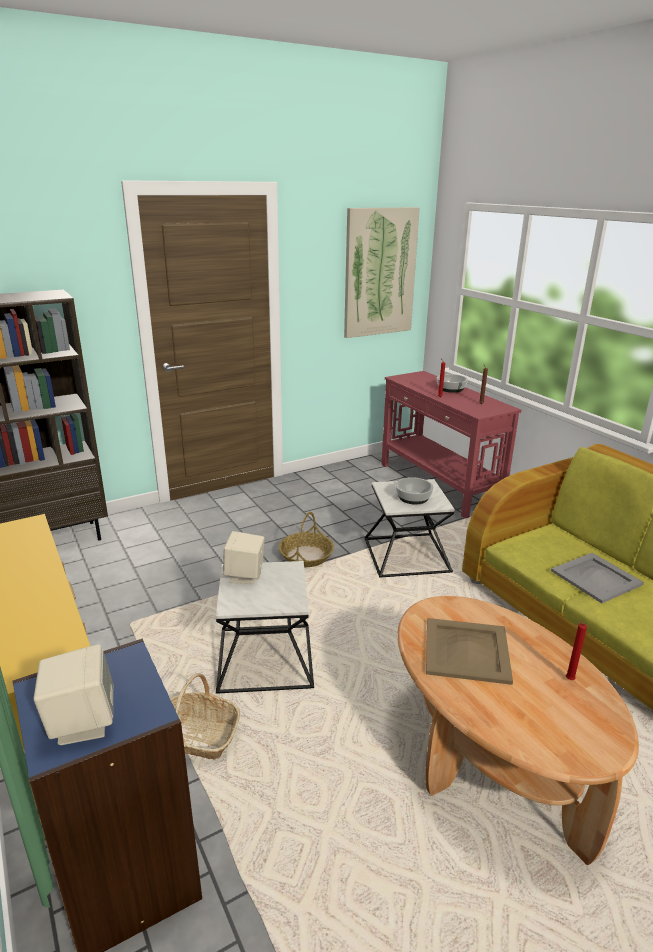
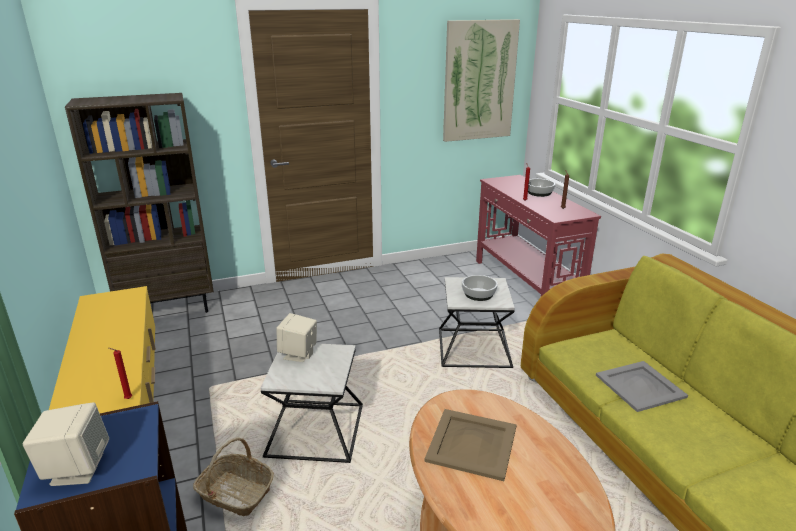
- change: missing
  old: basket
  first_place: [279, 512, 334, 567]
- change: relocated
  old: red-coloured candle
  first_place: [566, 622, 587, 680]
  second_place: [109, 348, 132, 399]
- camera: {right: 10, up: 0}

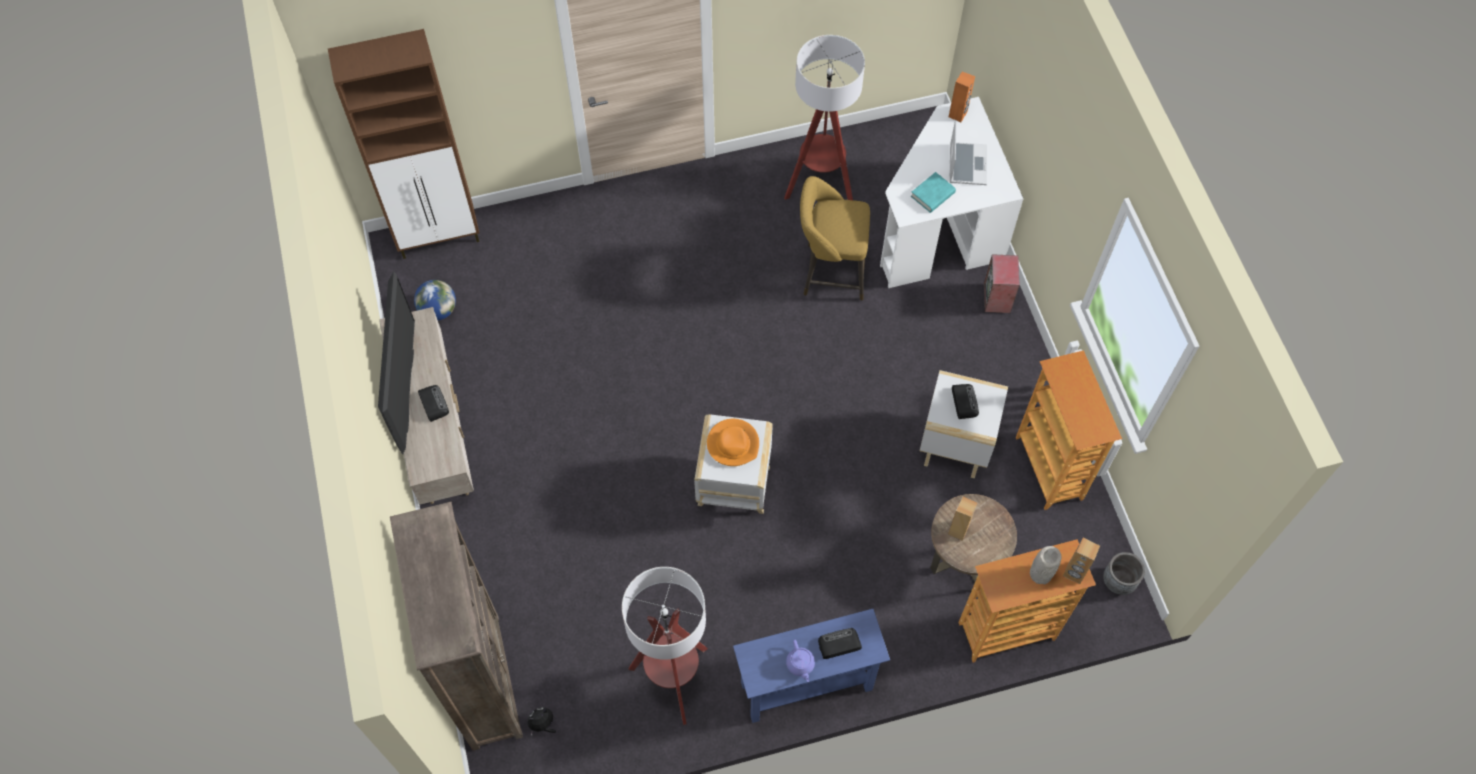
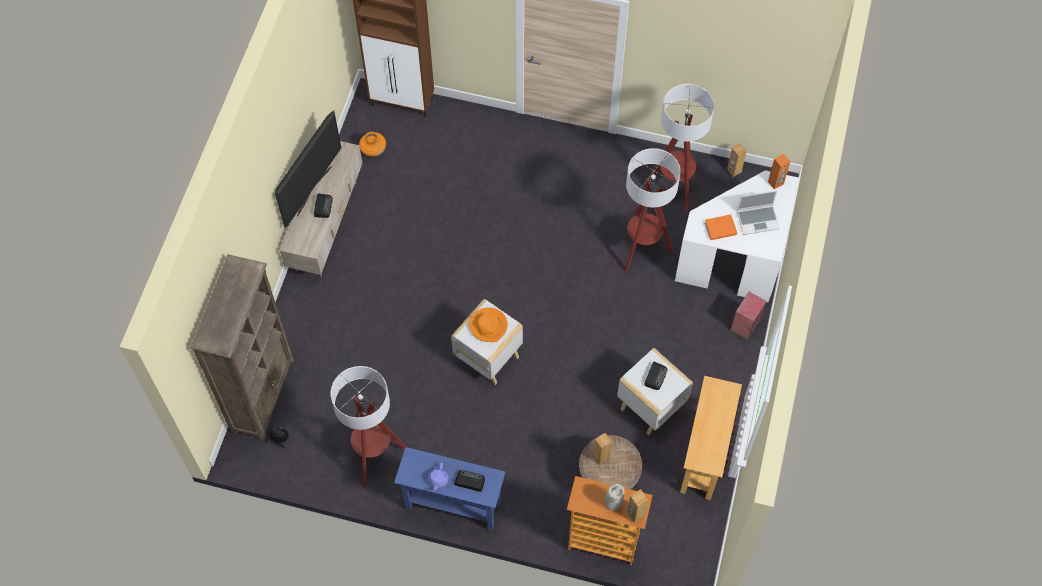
- change: spun
  old: notebook computer
  first_place: [949, 120, 987, 185]
  second_place: [737, 190, 780, 235]
  degrees: 45
- change: colour
  old: blue-green book
  new: orangey book
  first_place: [911, 172, 956, 213]
  second_place: [705, 214, 737, 240]
- change: exchanged
  old: yellow sitting stool
  new: floor lamp
  first_place: [800, 176, 870, 300]
  second_place: [624, 148, 681, 273]
- change: exchanged
  old: desk globe
  new: orangey flower vase
  first_place: [414, 280, 456, 320]
  second_place: [359, 132, 386, 157]
- change: exchanged
  old: shelving unit
  new: beige hall table
  first_place: [1016, 350, 1122, 510]
  second_place: [680, 376, 742, 500]
- change: missing
  old: greyish flower pot
  first_place: [1103, 552, 1145, 595]
- change: appeared
  new: brownish audio speaker
  second_place: [727, 143, 747, 177]
- camera: {right: 30, up: 0}

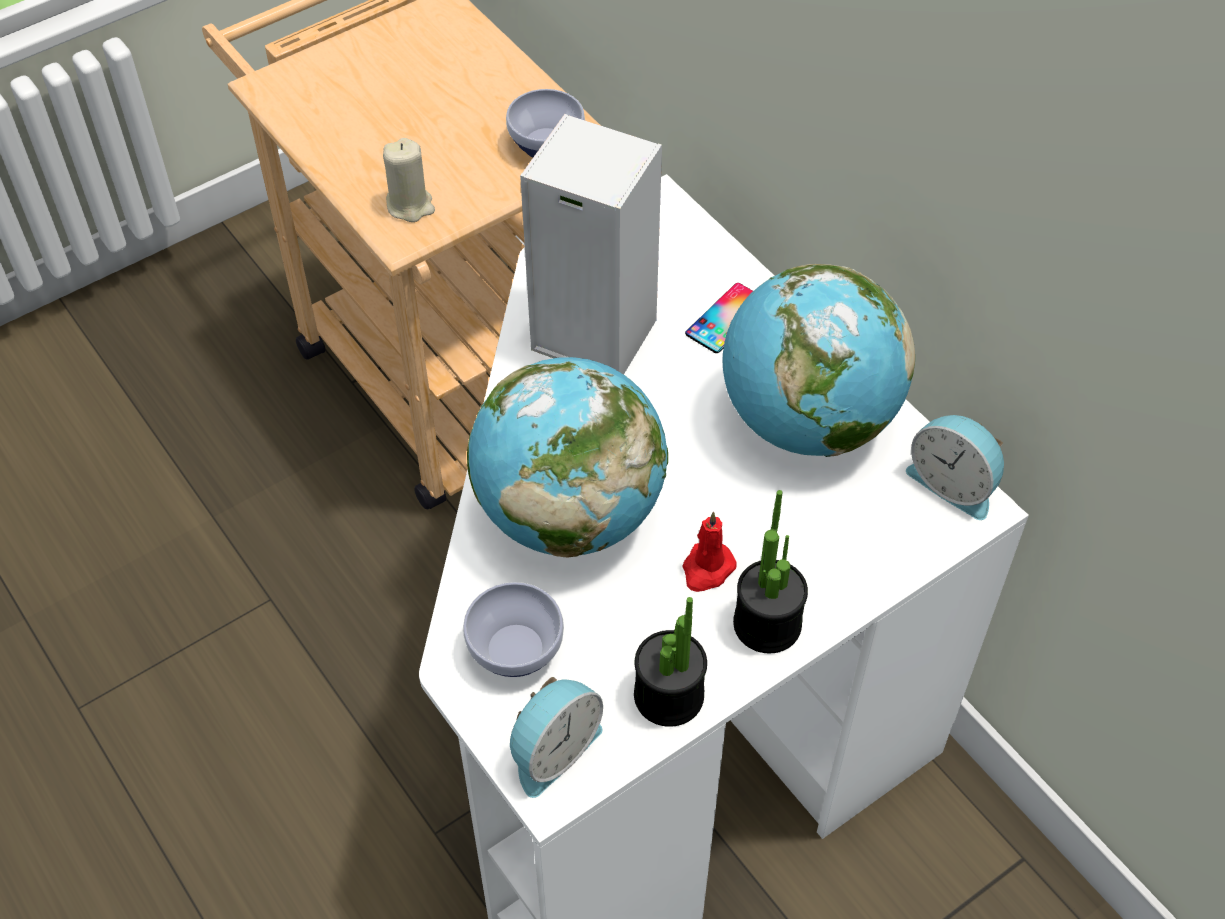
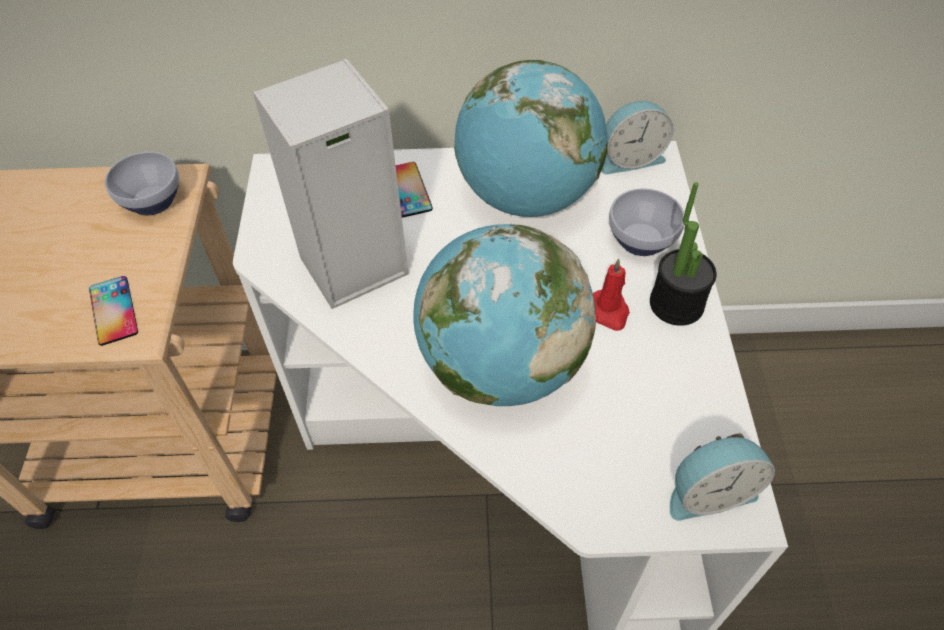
- change: exchanged
  old: beige candle
  new: phone
  first_place: [383, 138, 435, 222]
  second_place: [89, 276, 138, 346]
- change: relocated
  old: deep dish
  first_place: [463, 582, 564, 677]
  second_place: [609, 188, 685, 256]
- change: missing
  old: houseplant
  first_place: [634, 597, 707, 727]
- change: spun
  old: bedside clock
  first_place: [510, 677, 603, 798]
  second_place: [670, 433, 775, 521]
  degrees: 90
- camera: {right: -55, up: 0}

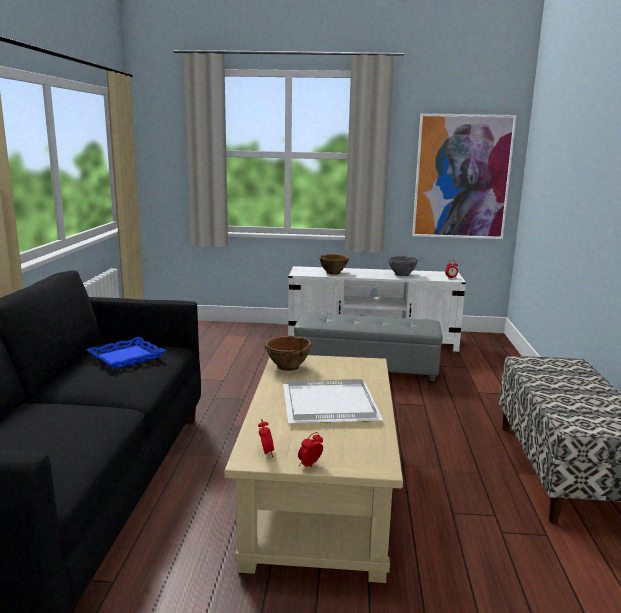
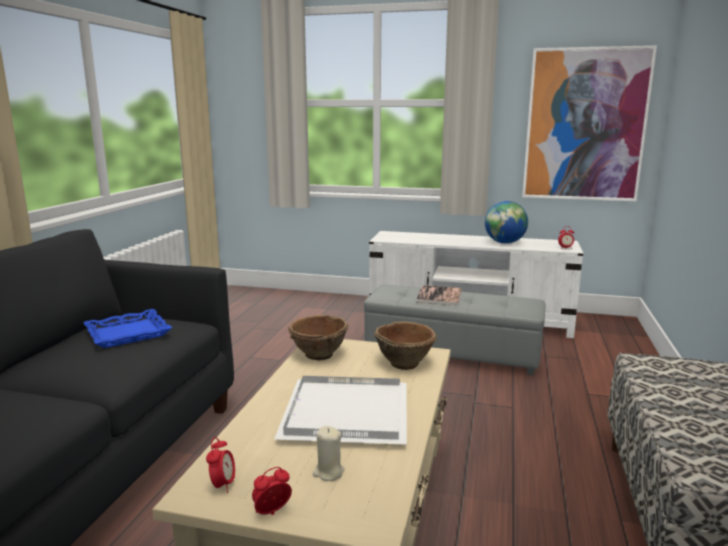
- change: relocated
  old: brownish deep dish
  first_place: [319, 254, 349, 275]
  second_place: [374, 321, 437, 370]
- change: exchanged
  old: greyish deep dish
  new: desk globe
  first_place: [388, 256, 419, 276]
  second_place: [485, 201, 528, 244]
- change: appeared
  new: book
  second_place: [416, 285, 461, 306]
- change: appeared
  new: beige candle
  second_place: [313, 426, 345, 481]
- camera: {right: 10, up: 0}

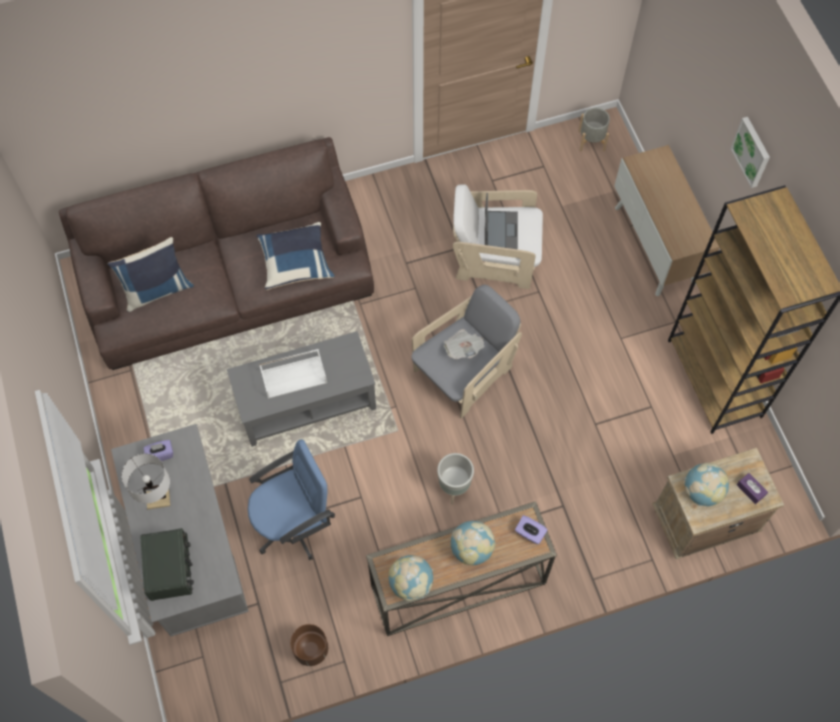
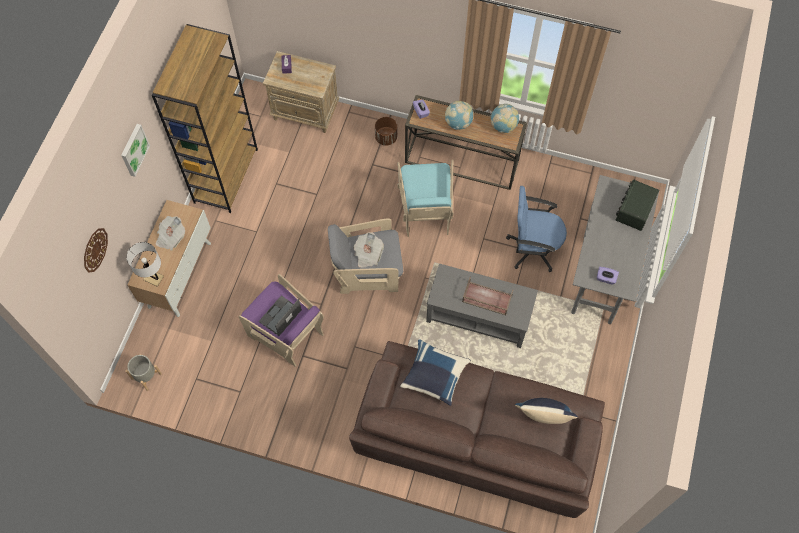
- change: colour
  old: white-coloured lounge chair
  new: purple-coloured lounge chair
  first_place: [453, 184, 543, 289]
  second_place: [239, 274, 324, 367]
- change: colour
  old: white-coloured tray
  new: brownish tray
  first_place: [259, 349, 327, 399]
  second_place: [462, 277, 513, 315]
- change: relocated
  old: white-coloured table lamp
  first_place: [121, 453, 170, 509]
  second_place: [126, 242, 164, 287]
- change: exchanged
  old: greyish flower pot
  new: blue-green lounge chair
  first_place: [437, 453, 474, 505]
  second_place: [398, 159, 454, 237]
- change: missing
  old: desk globe
  first_place: [684, 463, 729, 506]
- change: relocated
  old: brownish flower pot
  first_place: [290, 624, 328, 666]
  second_place: [375, 117, 397, 146]
- change: appeared
  new: daily paper
  second_place: [156, 216, 185, 251]
- change: appeared
  new: wall clock
  second_place: [84, 228, 108, 273]
- camera: {right: -145, up: 0}

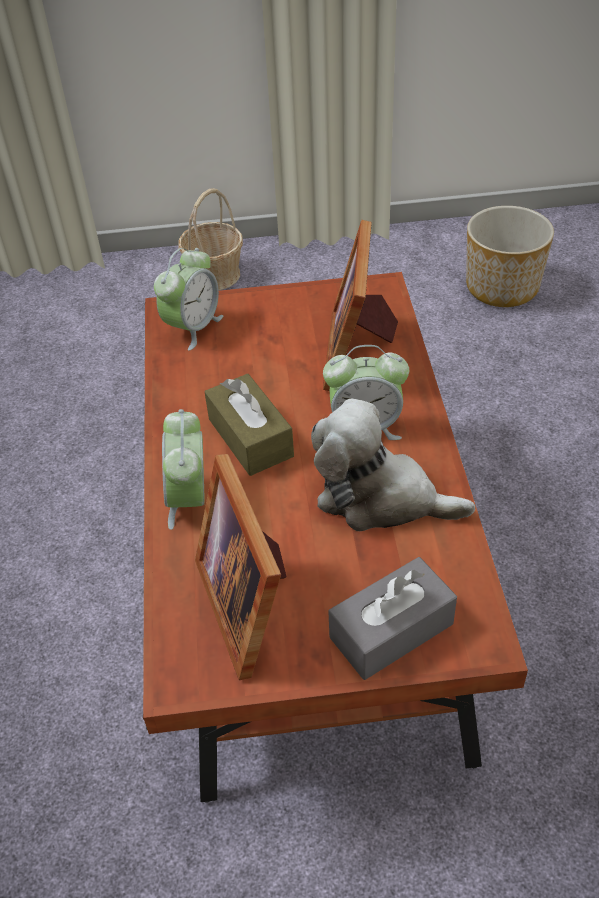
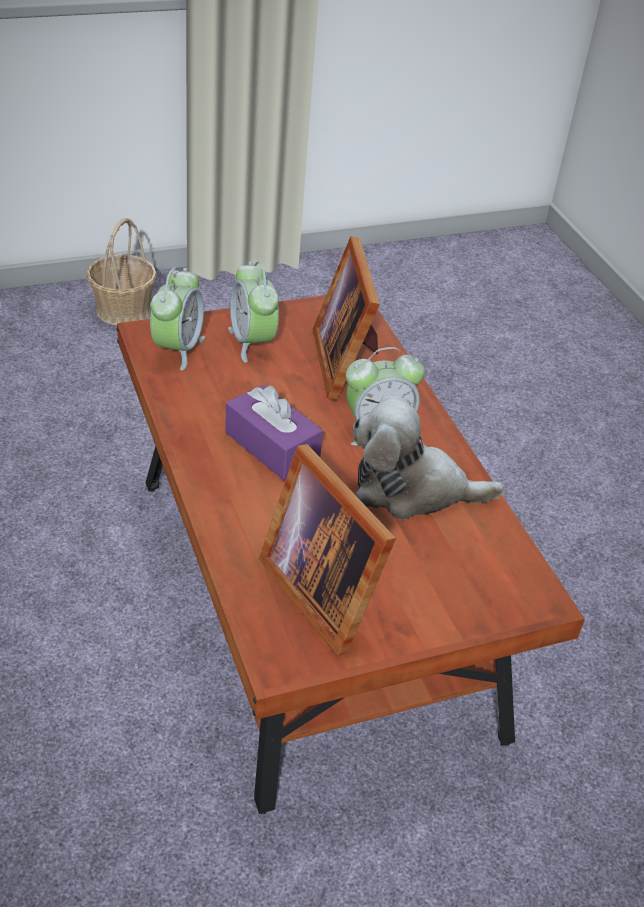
- change: missing
  old: flower pot
  first_place: [466, 206, 554, 307]
- change: colour
  old: brownish tissue holder
  new: purple-coloured tissue holder
  first_place: [205, 374, 294, 476]
  second_place: [225, 385, 323, 480]
- change: relocated
  old: bedside clock
  first_place: [162, 409, 205, 530]
  second_place: [228, 262, 279, 363]
- change: missing
  old: greyish tissue holder
  first_place: [328, 557, 457, 680]
- camera: {right: -20, up: -5}

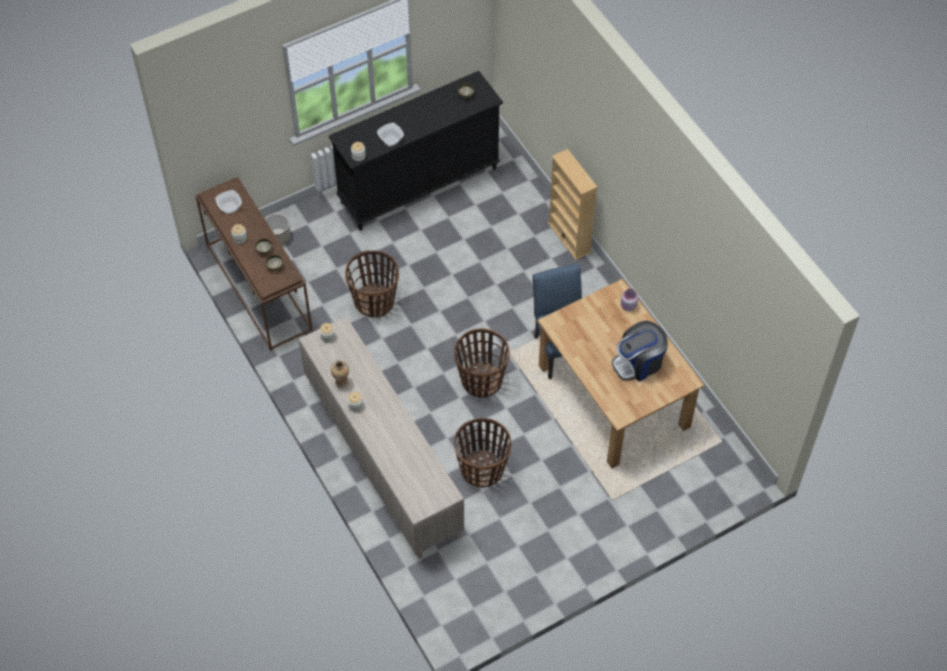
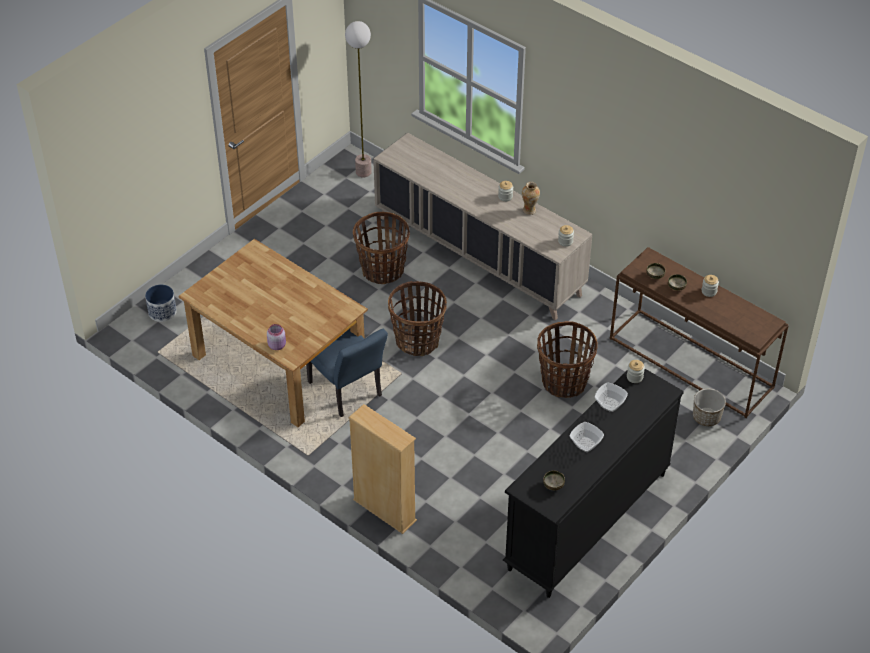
- change: relocated
  old: deep dish
  first_place: [216, 190, 242, 214]
  second_place: [570, 422, 604, 452]
- change: missing
  old: coffee brewer
  first_place: [611, 321, 668, 382]
- change: appeared
  new: floor lamp
  second_place: [345, 21, 372, 177]
- change: appeared
  new: flower pot
  second_place: [145, 284, 177, 322]
- camera: {right: 160, up: -10}

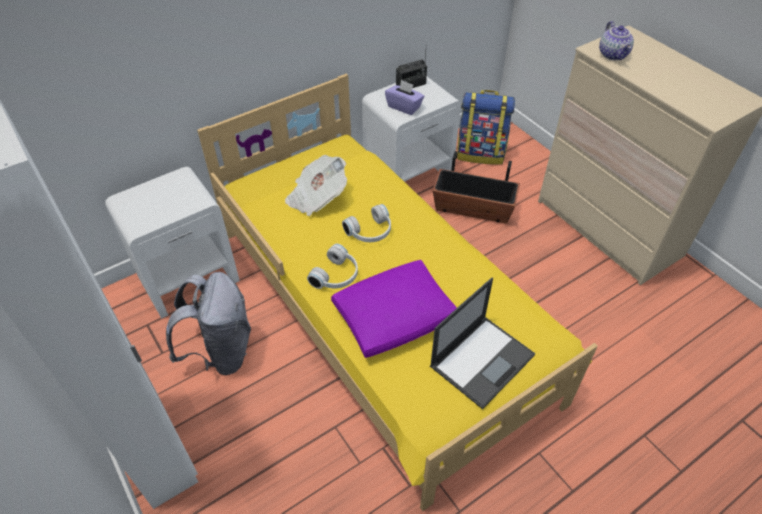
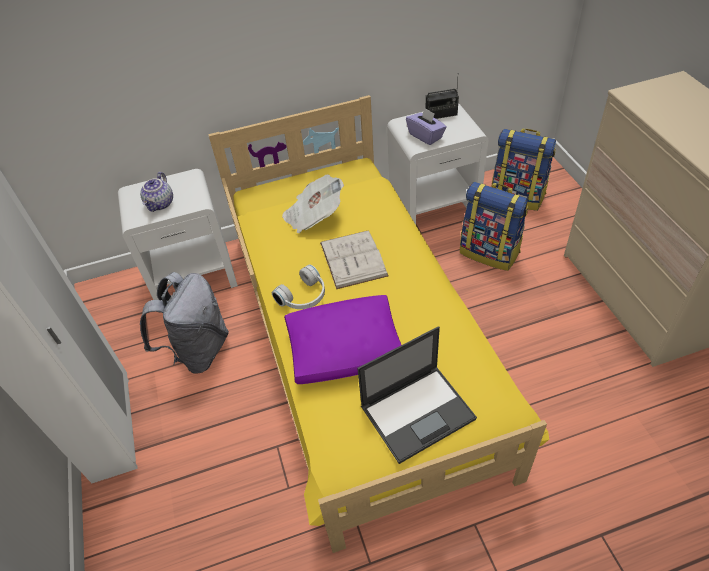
- change: relocated
  old: tea pot
  first_place: [599, 21, 634, 60]
  second_place: [140, 172, 173, 212]
- change: exchanged
  old: flower pot
  new: backpack
  first_place: [433, 151, 520, 223]
  second_place: [460, 182, 528, 271]
- change: exchanged
  old: white-coloured headphones
  new: white-coloured book
  first_place: [342, 204, 391, 242]
  second_place: [320, 230, 388, 289]
- camera: {right: 20, up: 0}

